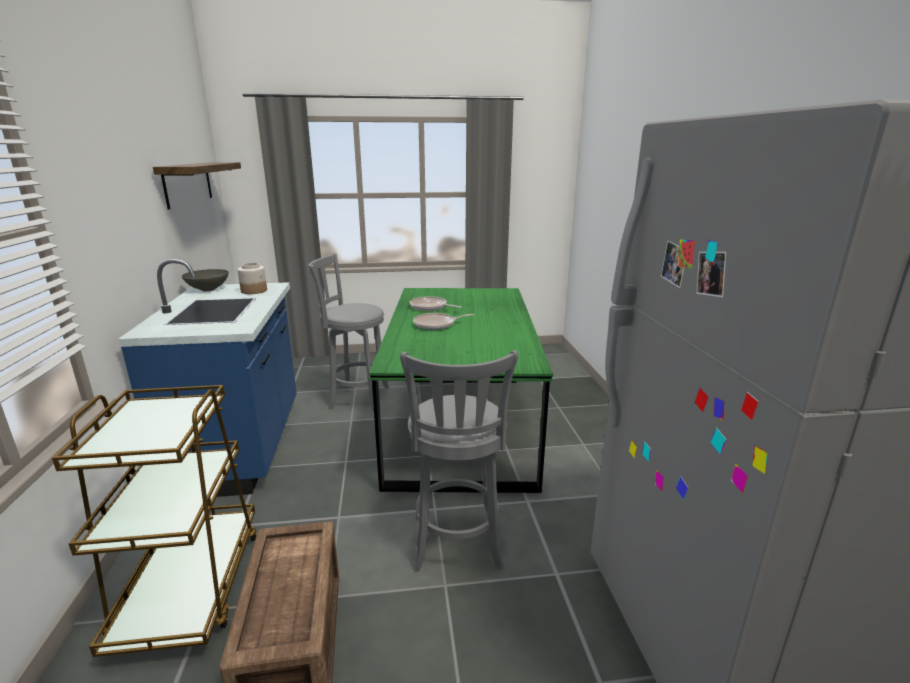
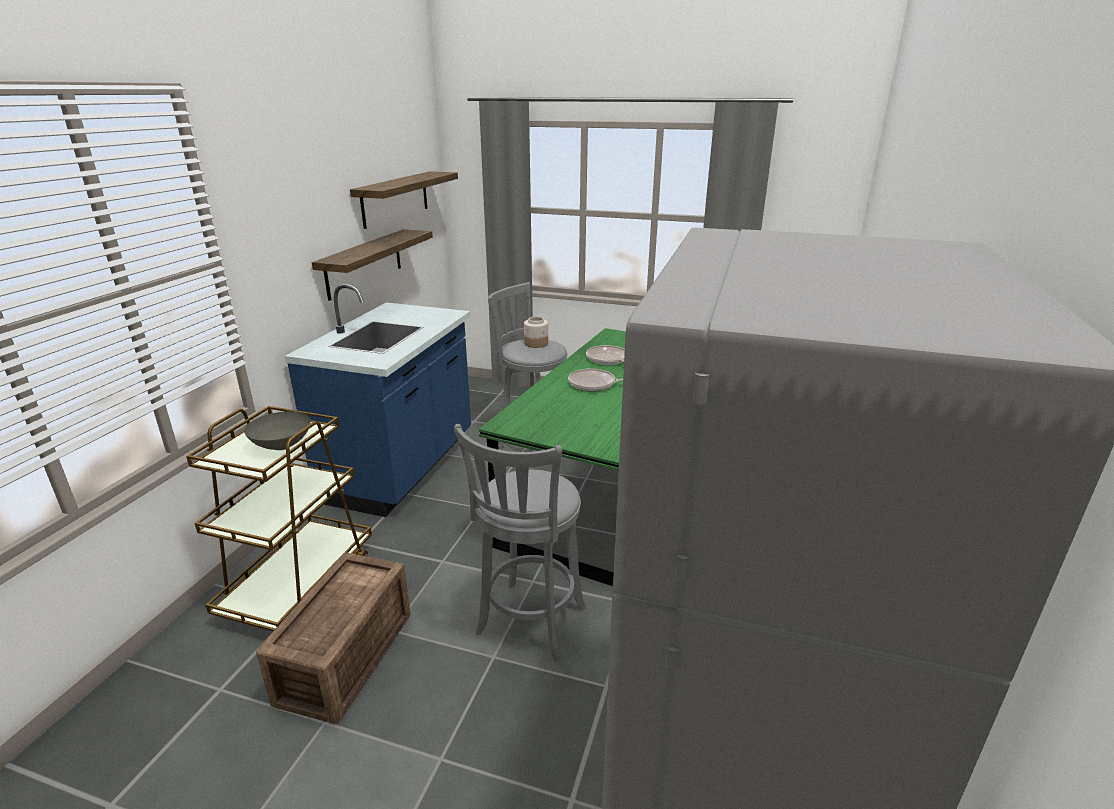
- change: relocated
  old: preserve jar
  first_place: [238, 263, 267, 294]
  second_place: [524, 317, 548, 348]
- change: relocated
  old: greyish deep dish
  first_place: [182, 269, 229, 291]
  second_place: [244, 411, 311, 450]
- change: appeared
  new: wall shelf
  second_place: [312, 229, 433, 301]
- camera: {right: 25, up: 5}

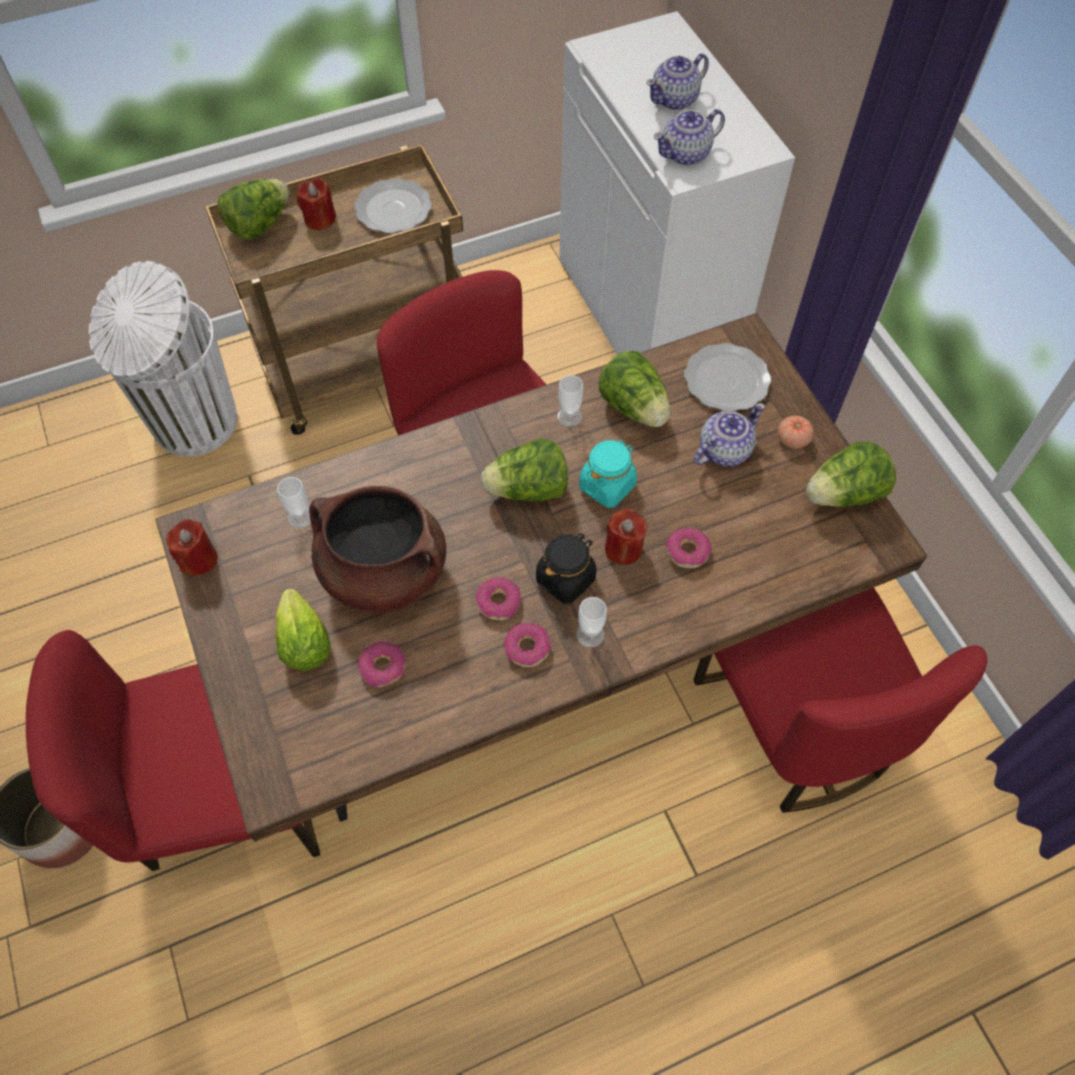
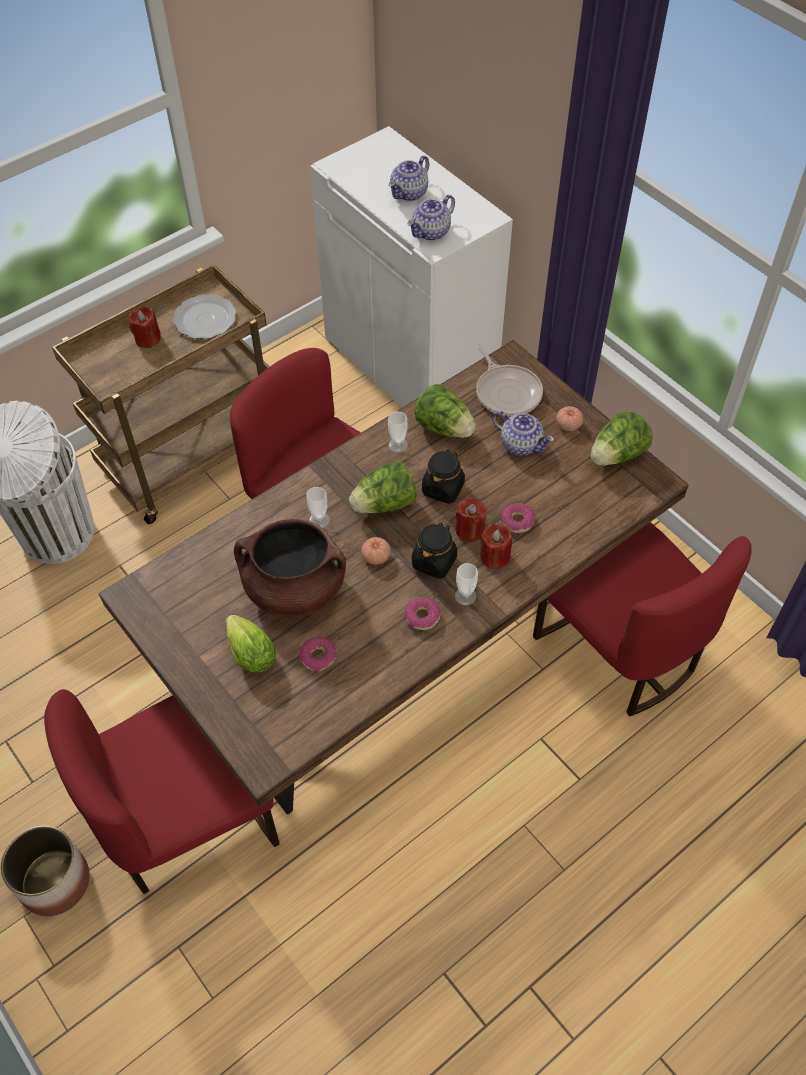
- change: missing
  old: lettuce head
  first_place: [217, 179, 290, 240]
- change: exchanged
  old: plate
  new: skillet
  first_place: [684, 343, 771, 411]
  second_place: [476, 344, 543, 417]
- change: spun
  old: tea pot
  first_place: [694, 403, 765, 467]
  second_place: [492, 411, 554, 456]
  degrees: 90
- change: colour
  old: blue-green preserve jar
  new: blackish preserve jar
  first_place: [579, 439, 637, 508]
  second_place: [422, 450, 465, 504]
- change: relocated
  old: cup
  first_place: [277, 477, 311, 529]
  second_place: [307, 487, 330, 528]
- change: relocated
  old: red-coloured candle
  first_place: [166, 519, 218, 576]
  second_place: [480, 524, 512, 569]
- change: missing
  old: ring doughnut
  first_place: [476, 577, 520, 620]
- change: appeared
  new: fresh tomato
  second_place: [361, 537, 391, 565]
- camera: {right: -15, up: -5}

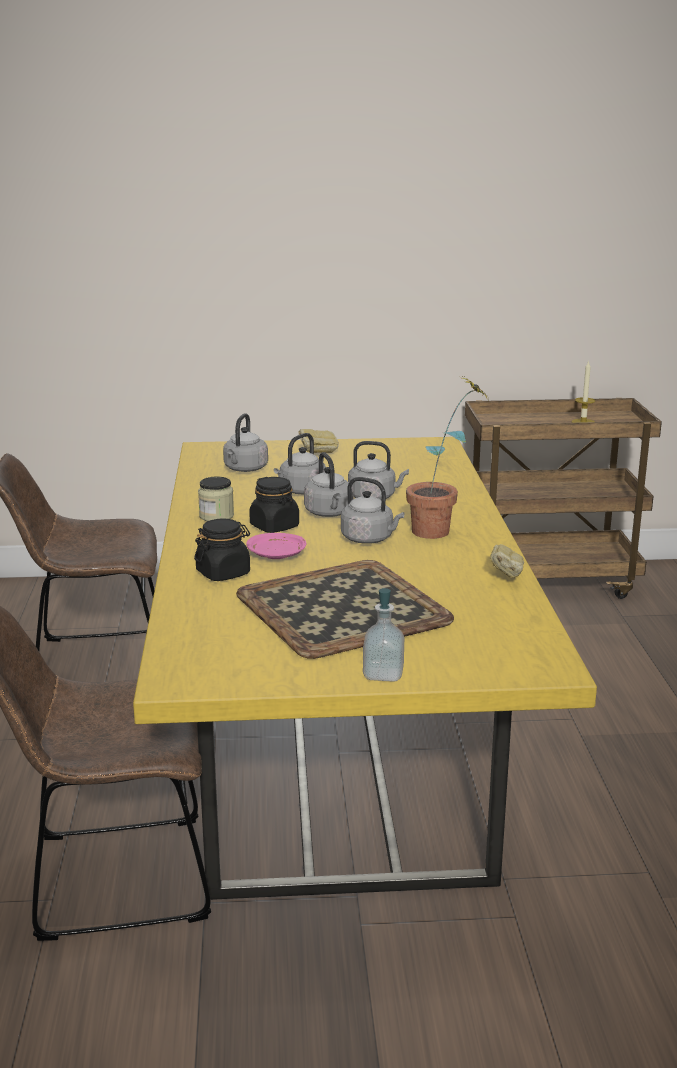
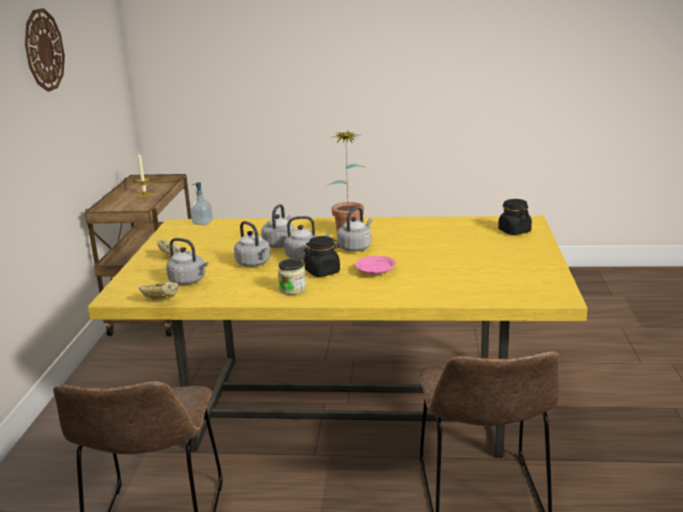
- change: relocated
  old: blackish preserve jar
  first_place: [194, 519, 250, 581]
  second_place: [498, 199, 532, 235]
- change: relocated
  old: bakery bread
  first_place: [490, 544, 524, 578]
  second_place: [139, 282, 179, 300]
- change: missing
  old: tray
  first_place: [236, 560, 454, 659]
- change: relocated
  old: soap dispenser
  first_place: [363, 588, 404, 682]
  second_place: [190, 182, 213, 225]
- change: appeared
  new: wall clock
  second_place: [25, 8, 65, 92]
- camera: {right: -80, up: 0}

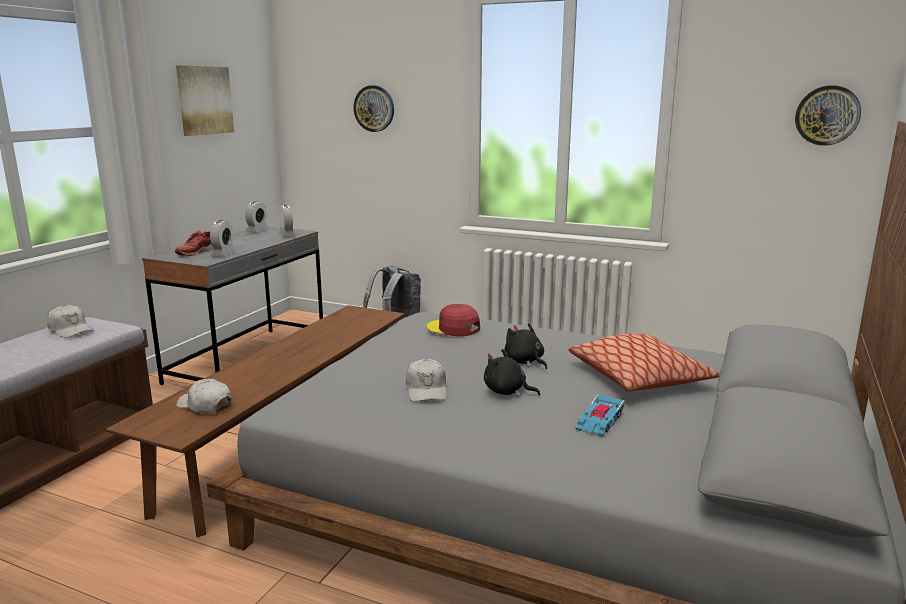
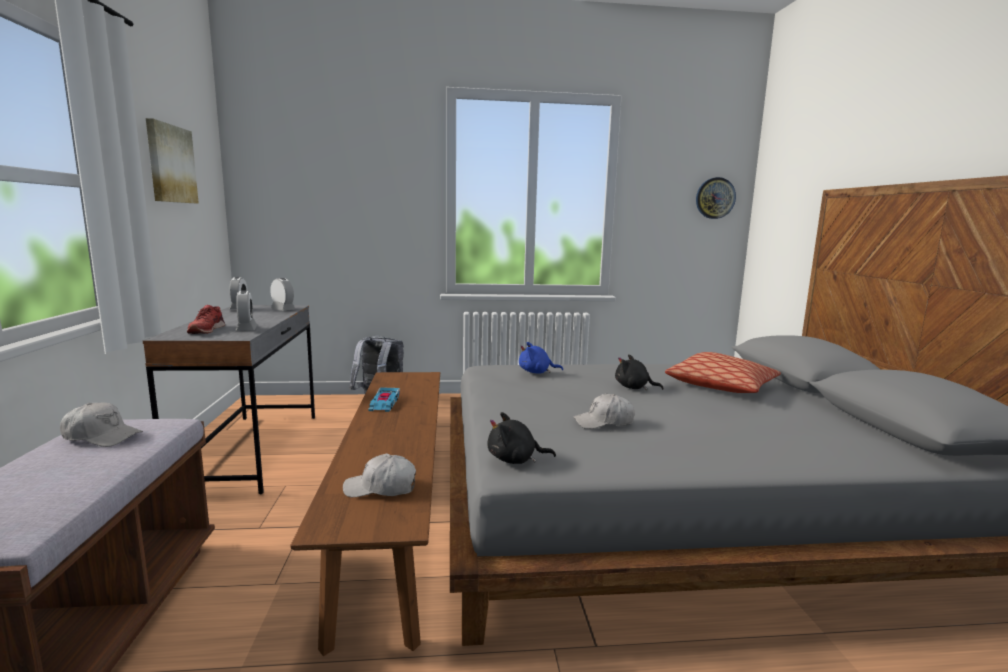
- change: missing
  old: wall clock
  first_place: [353, 85, 394, 132]
- change: exchanged
  old: red-coloured cap
  new: blue-coloured plush toy
  first_place: [427, 304, 480, 336]
  second_place: [519, 342, 563, 373]
- change: relocated
  old: blackish plush toy
  first_place: [484, 349, 540, 397]
  second_place: [487, 412, 556, 464]
- change: spun
  old: white-coloured cap
  first_place: [405, 359, 447, 402]
  second_place: [573, 394, 635, 429]
  degrees: 120
- change: relocated
  old: model car
  first_place: [575, 395, 625, 437]
  second_place: [368, 387, 400, 412]
- camera: {right: -30, up: -5}

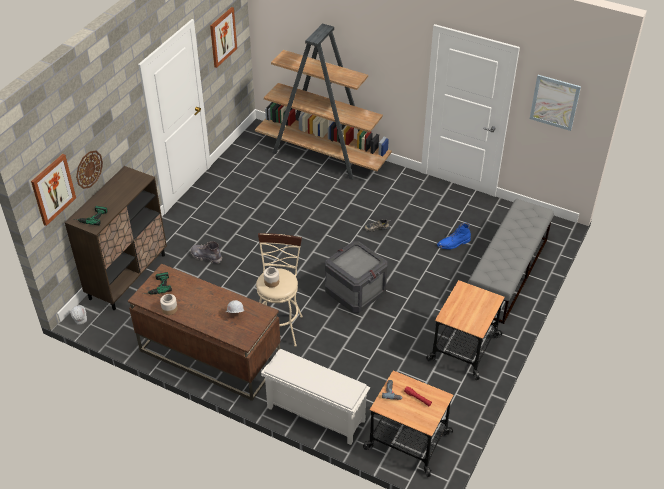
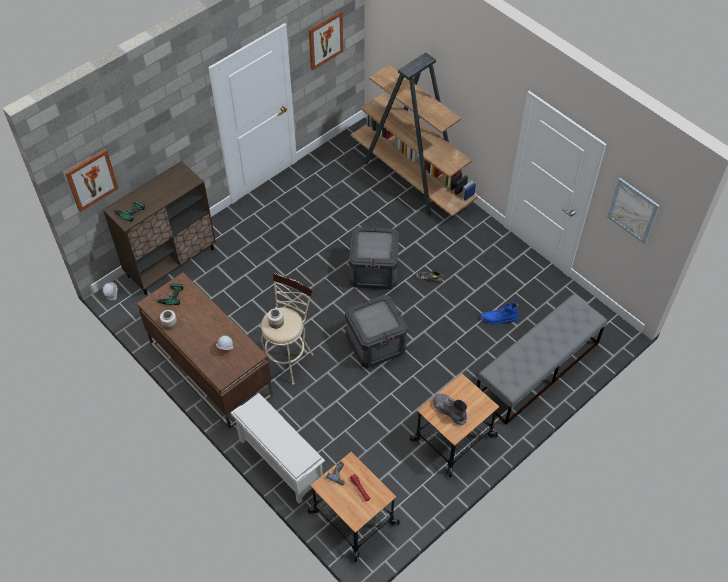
- change: missing
  old: wall clock
  first_place: [76, 151, 103, 189]
- change: relocated
  old: greyish boot
  first_place: [190, 241, 222, 264]
  second_place: [433, 394, 467, 426]
- change: appeared
  new: crate
  second_place: [349, 227, 399, 289]
- camera: {right: 20, up: 10}

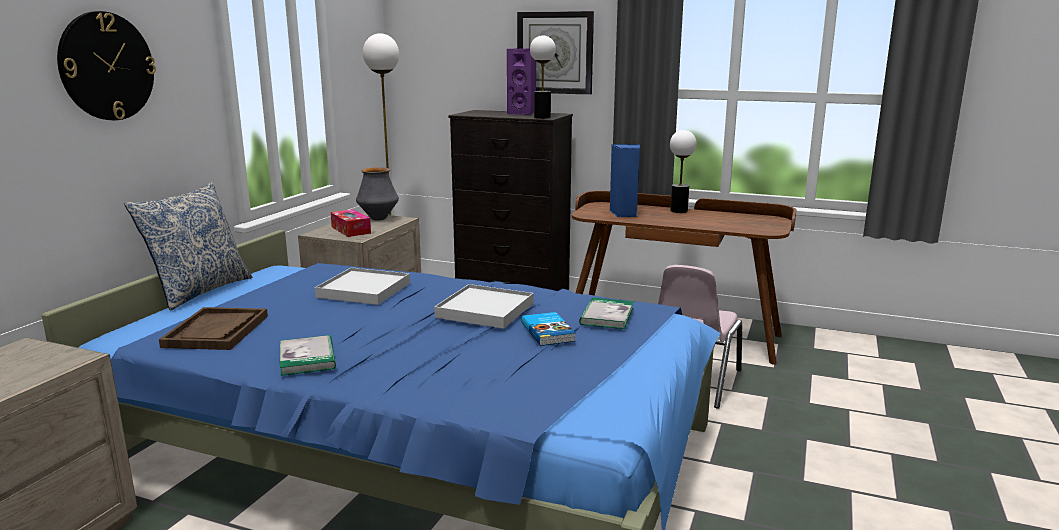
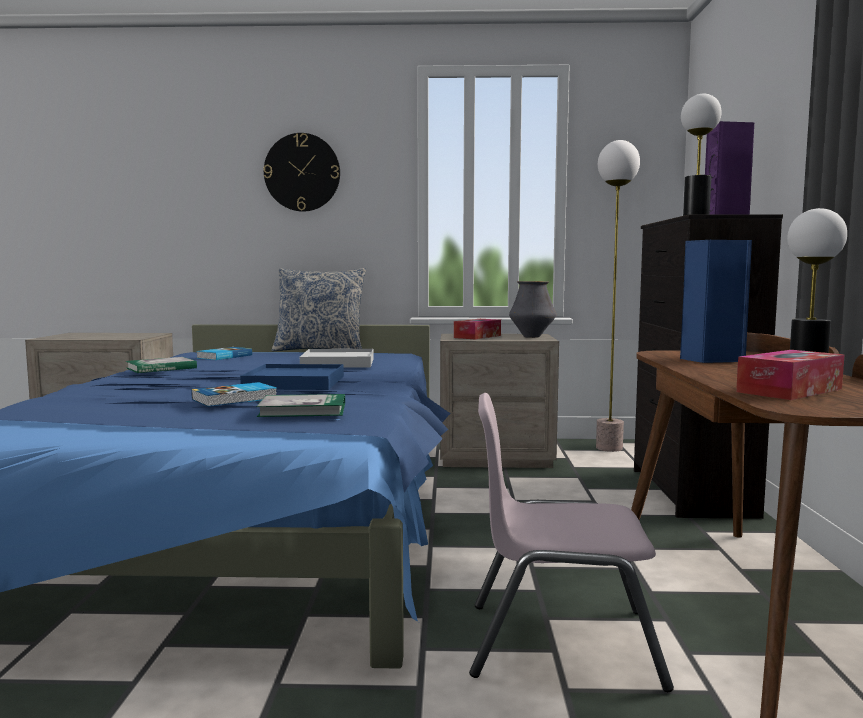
- change: missing
  old: wall clock
  first_place: [517, 11, 594, 95]
- change: colour
  old: white-coloured tray
  new: blue-coloured tray
  first_place: [434, 284, 533, 329]
  second_place: [240, 364, 344, 390]
- change: exchanged
  old: brownish tray
  new: book
  first_place: [159, 307, 268, 350]
  second_place: [196, 347, 252, 360]
- change: appeared
  new: tissue holder
  second_place: [736, 350, 845, 400]
- camera: {right: 70, up: -10}

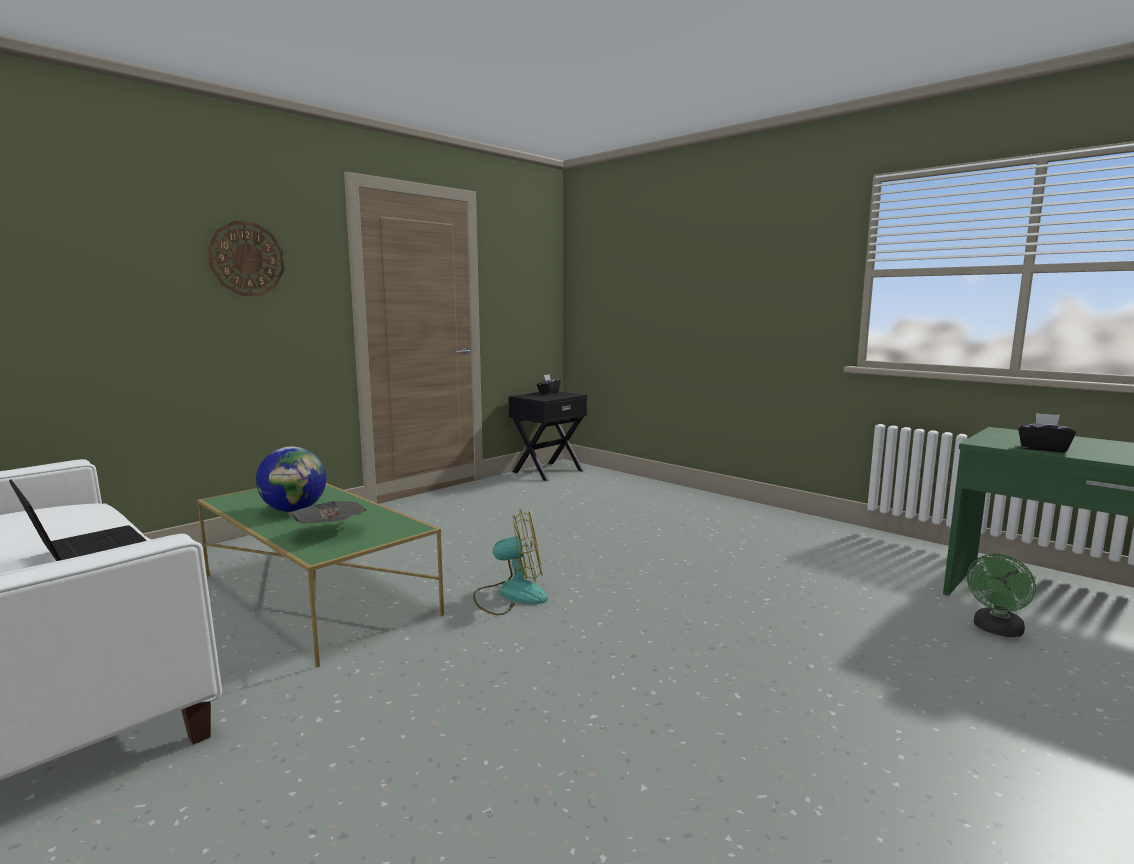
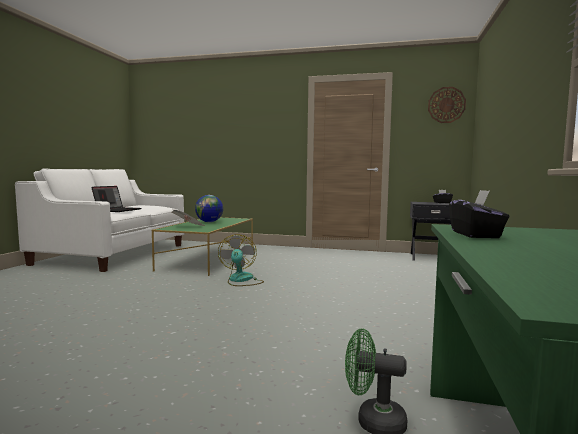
- change: relocated
  old: wall clock
  first_place: [208, 221, 285, 296]
  second_place: [428, 87, 466, 123]
- change: spun
  old: electric fan
  first_place: [473, 509, 548, 615]
  second_place: [218, 234, 264, 286]
  degrees: -150
- camera: {right: 60, up: -5}

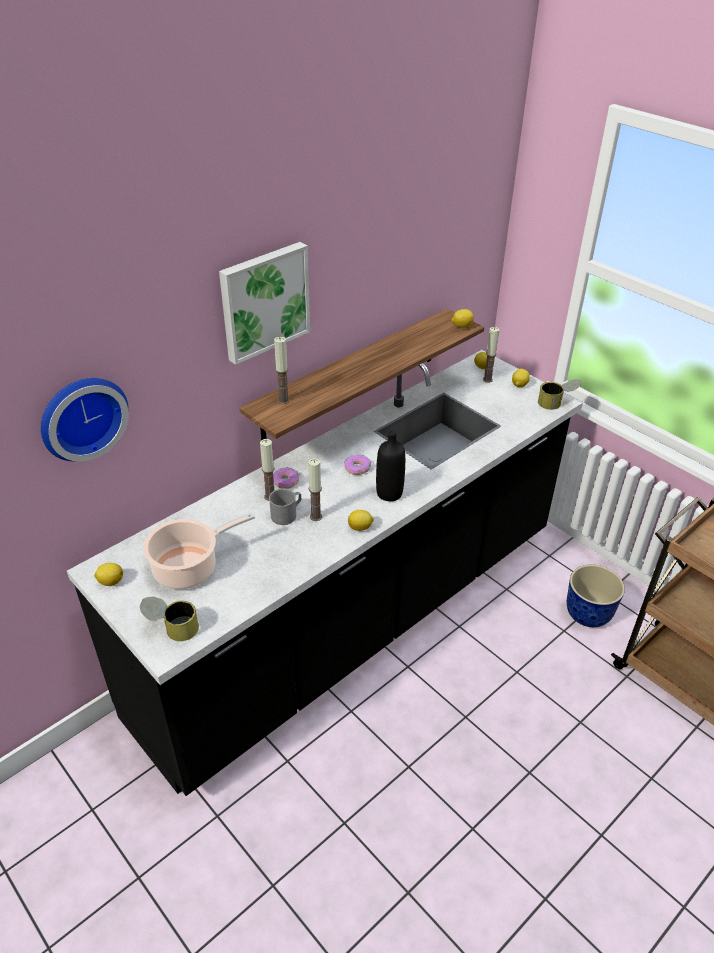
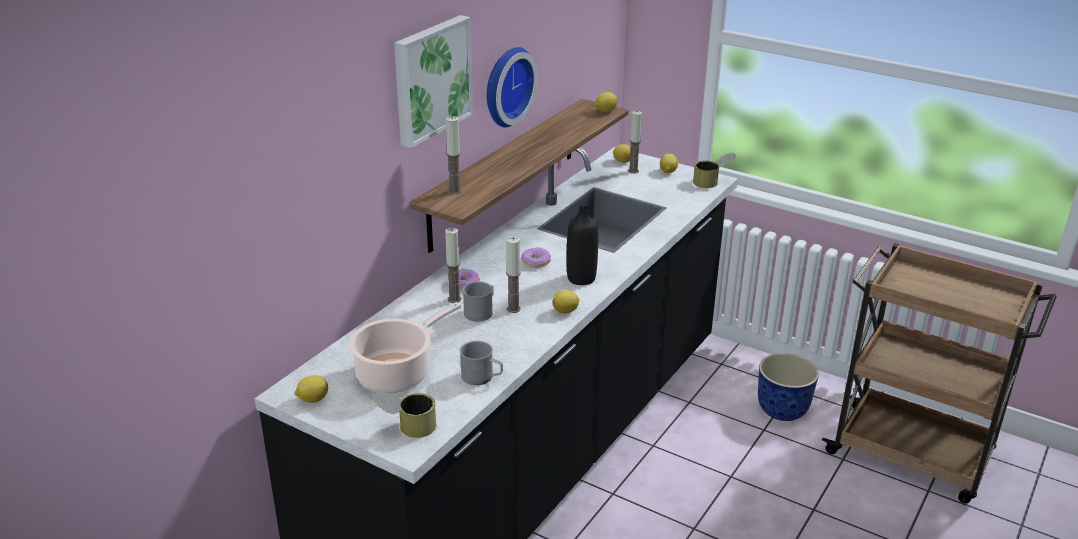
- change: relocated
  old: wall clock
  first_place: [41, 378, 129, 462]
  second_place: [487, 47, 538, 127]
- change: appeared
  new: greyish mug
  second_place: [460, 341, 503, 385]
- camera: {right: -15, up: -10}

